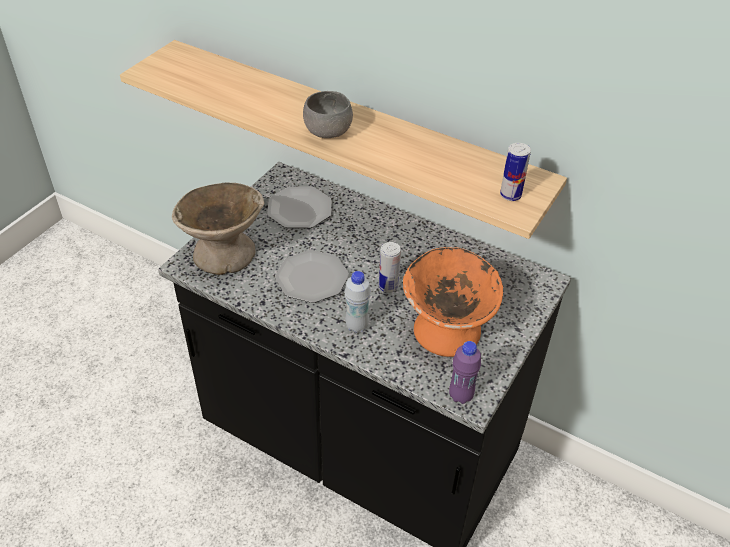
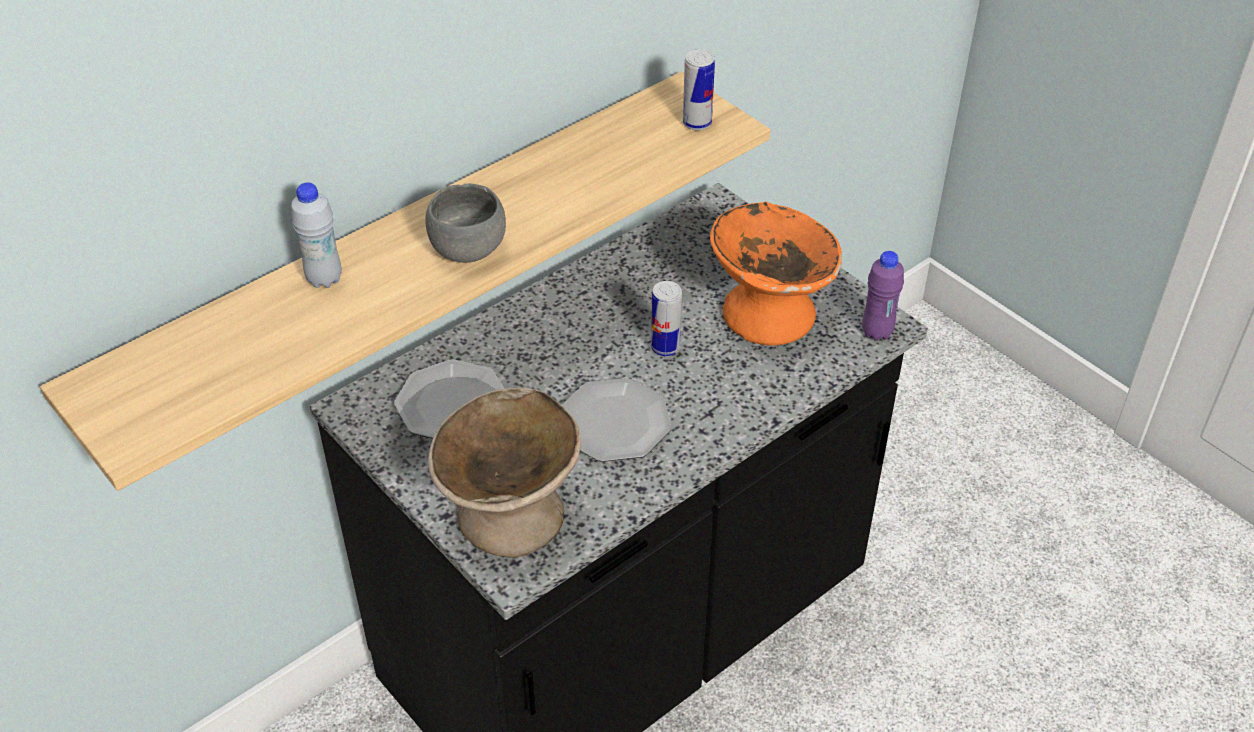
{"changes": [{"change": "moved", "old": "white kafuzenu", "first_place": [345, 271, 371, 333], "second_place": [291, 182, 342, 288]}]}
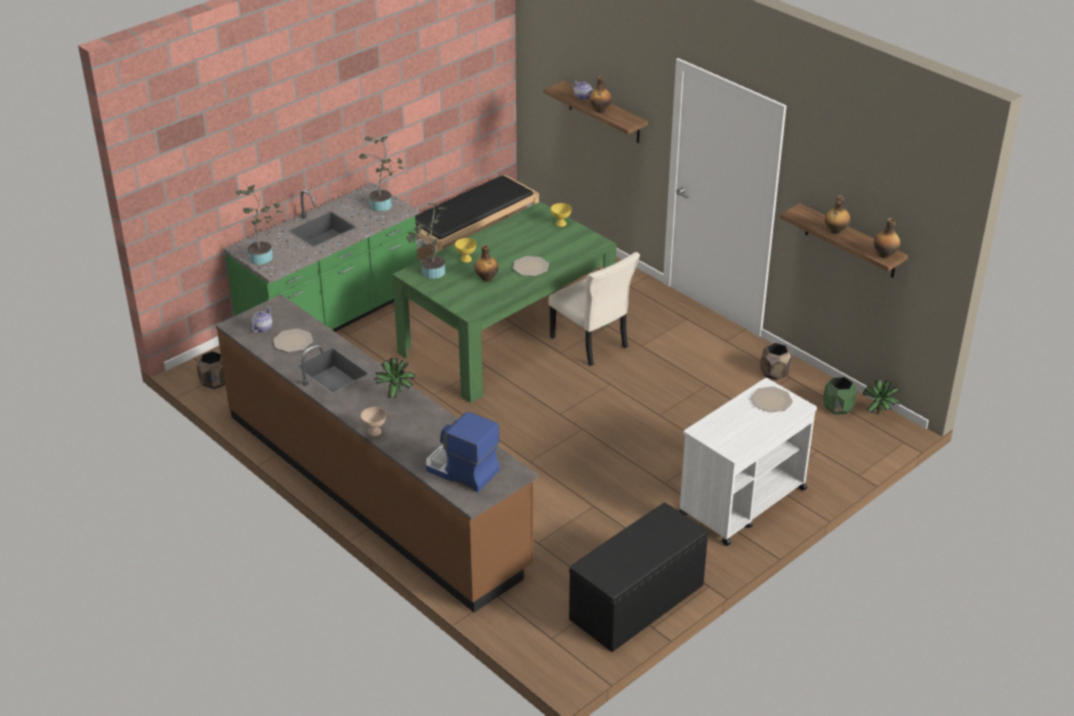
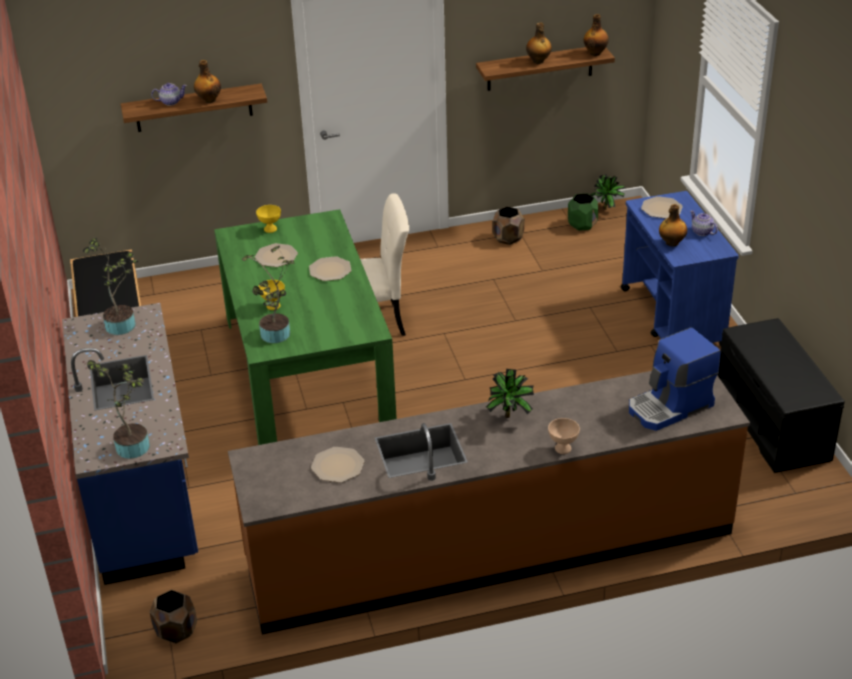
{"changes": [{"change": "recoloured", "old": "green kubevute", "new": "blue kubevute", "first_place": [223, 183, 419, 332], "second_place": [62, 303, 198, 585]}, {"change": "moved", "old": "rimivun", "first_place": [251, 307, 273, 333], "second_place": [690, 210, 718, 236]}, {"change": "moved", "old": "kafuzenu", "first_place": [474, 245, 498, 282], "second_place": [659, 204, 687, 246]}, {"change": "recoloured", "old": "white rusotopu", "new": "blue rusotopu", "first_place": [679, 378, 817, 546], "second_place": [621, 191, 739, 346]}, {"change": "added", "new": "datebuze", "second_place": [255, 243, 298, 267]}]}
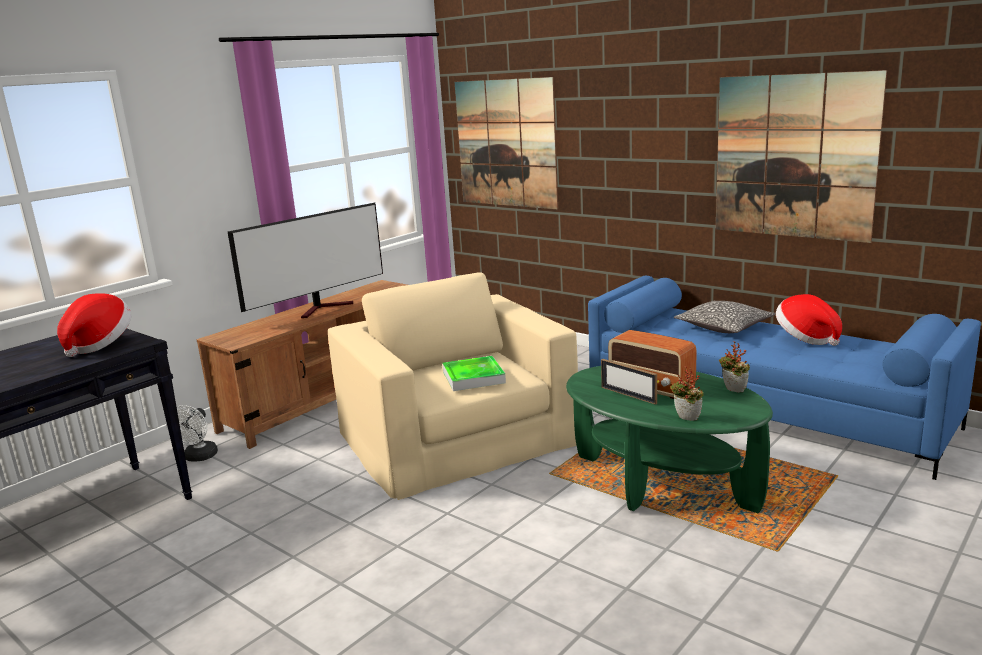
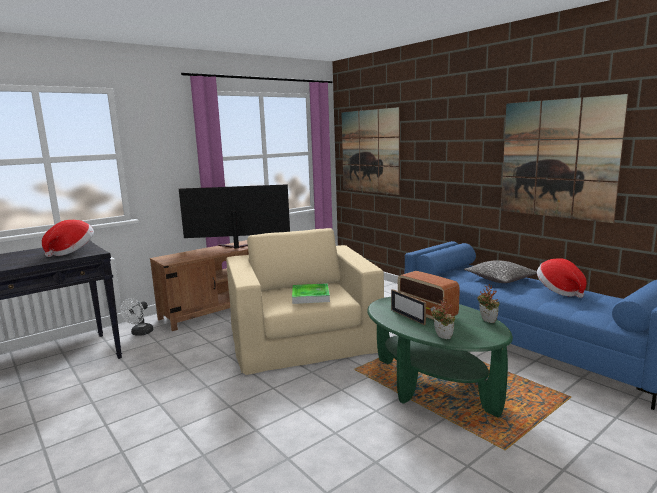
{"changes": [{"change": "turned", "old": "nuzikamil", "first_place": [228, 203, 383, 318], "second_place": [179, 184, 290, 249], "degrees": -150}]}
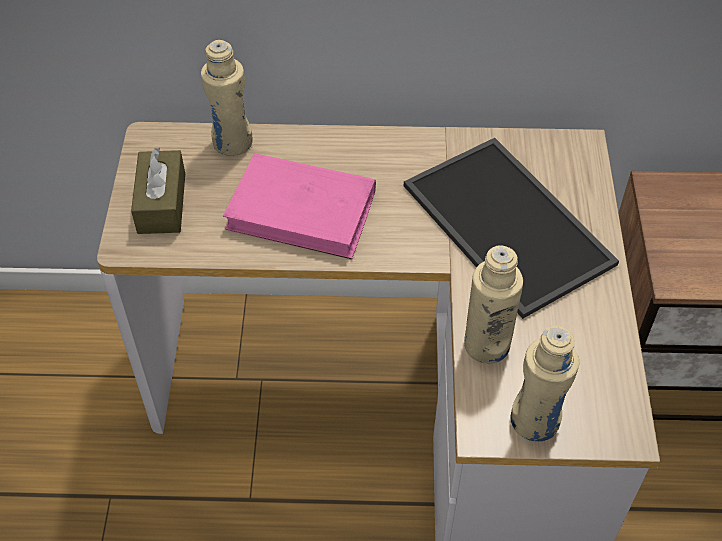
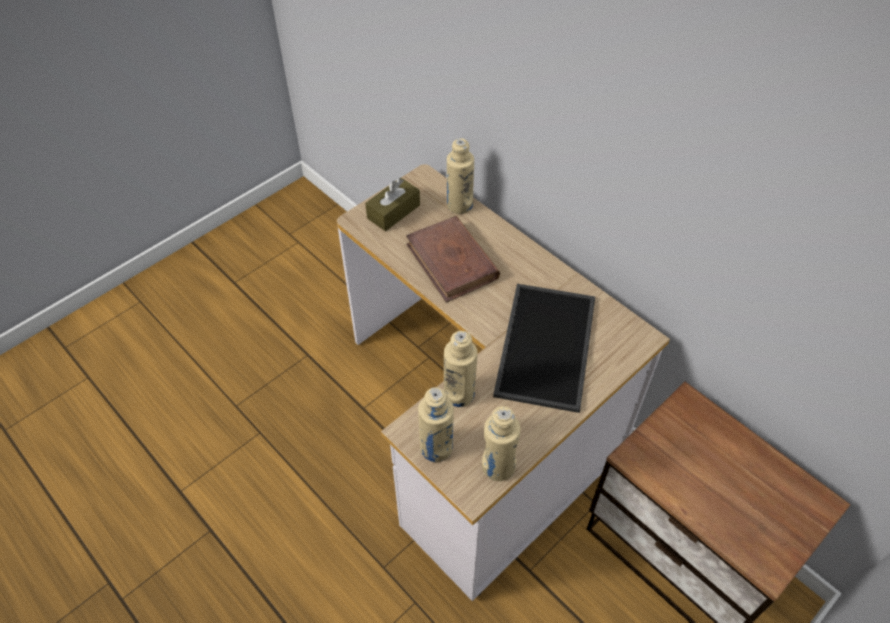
{"changes": [{"change": "recoloured", "old": "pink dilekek", "new": "brown dilekek", "first_place": [223, 153, 376, 259], "second_place": [406, 216, 500, 302]}, {"change": "added", "new": "beige kafuzenu", "second_place": [482, 406, 521, 481]}]}
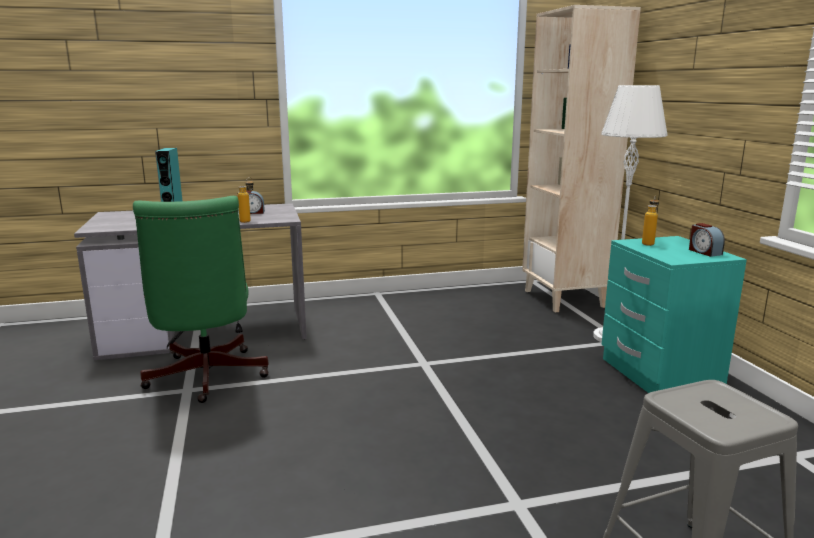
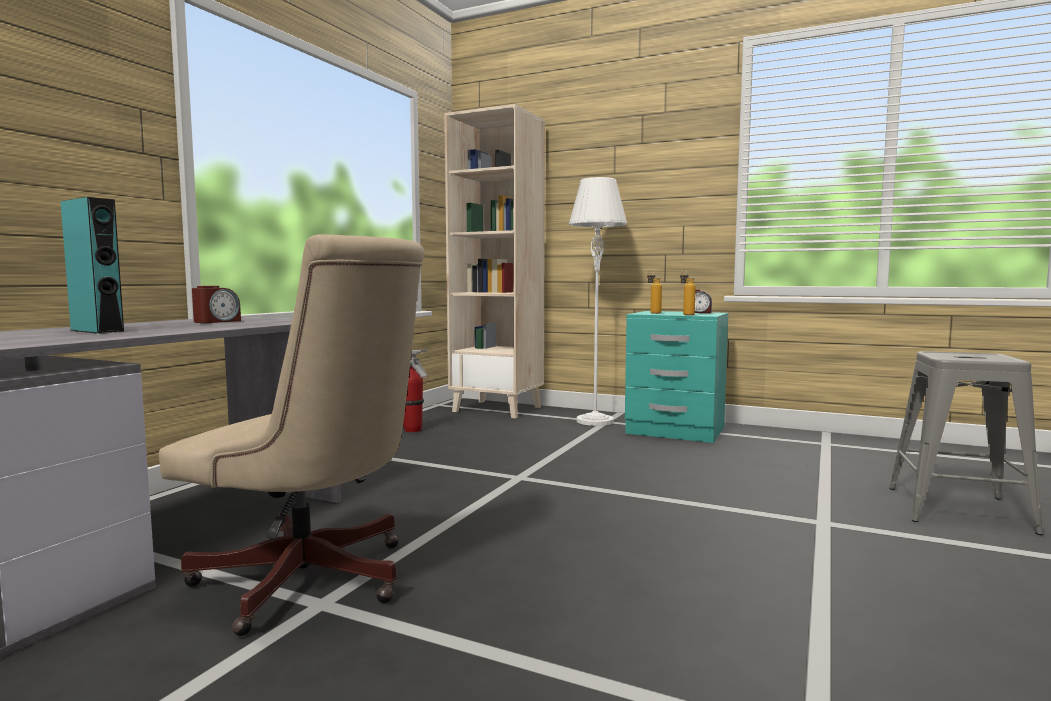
{"changes": [{"change": "recoloured", "old": "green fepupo", "new": "beige fepupo", "first_place": [133, 196, 269, 403], "second_place": [159, 234, 425, 636]}, {"change": "moved", "old": "kafuzenu", "first_place": [238, 177, 254, 223], "second_place": [680, 270, 696, 315]}, {"change": "added", "new": "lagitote", "second_place": [403, 349, 428, 432]}]}
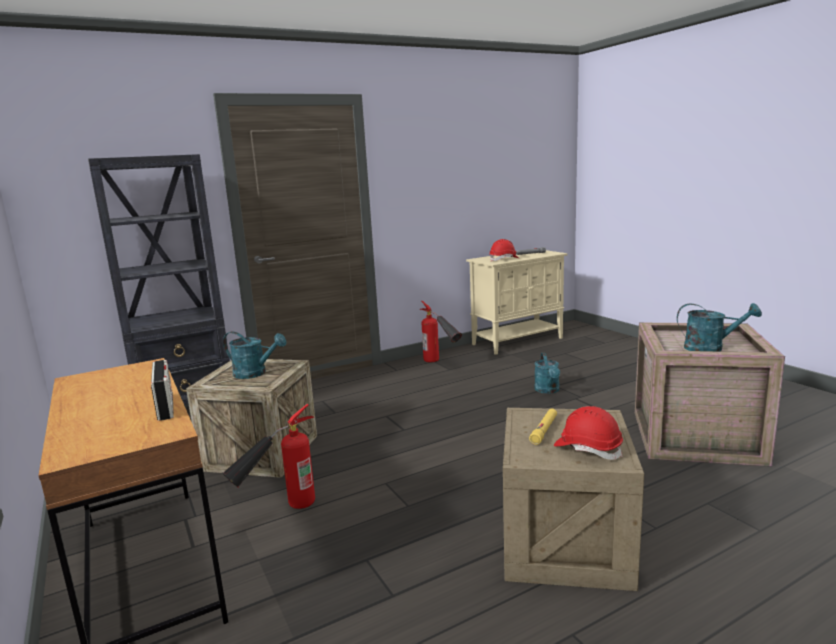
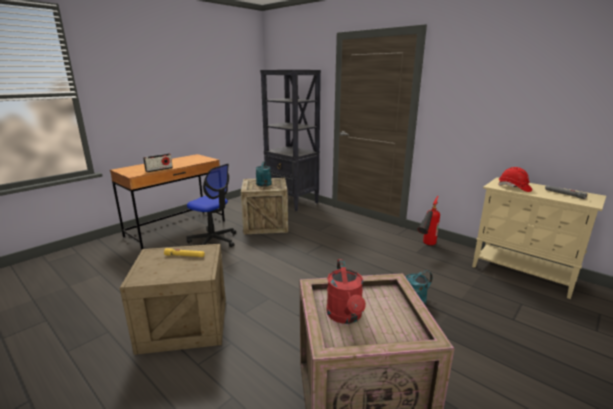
{"changes": [{"change": "replaced", "old": "lagitote", "new": "fepupo", "first_place": [222, 404, 315, 509], "second_place": [187, 164, 236, 247]}, {"change": "removed", "old": "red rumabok", "first_place": [554, 406, 623, 460]}, {"change": "recoloured", "old": "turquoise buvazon", "new": "red buvazon", "first_place": [677, 303, 762, 352], "second_place": [327, 259, 366, 324]}]}
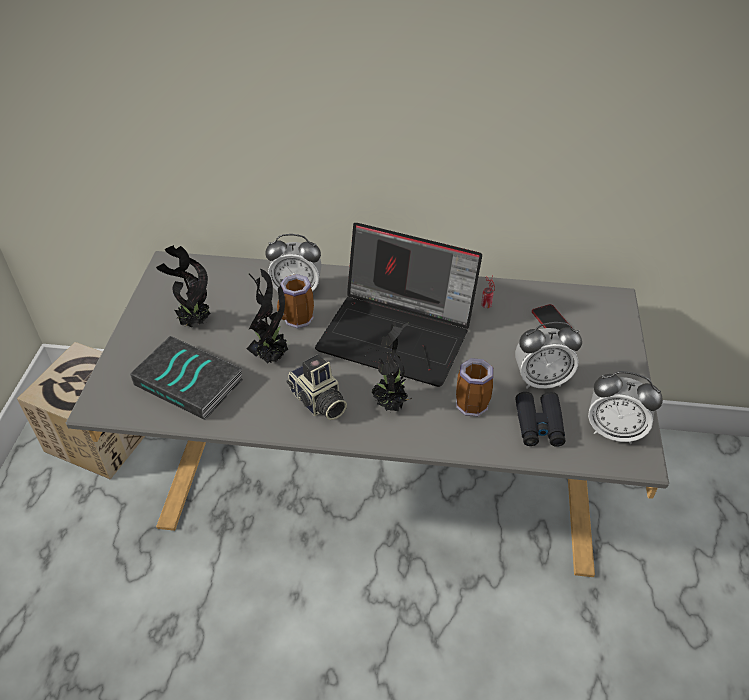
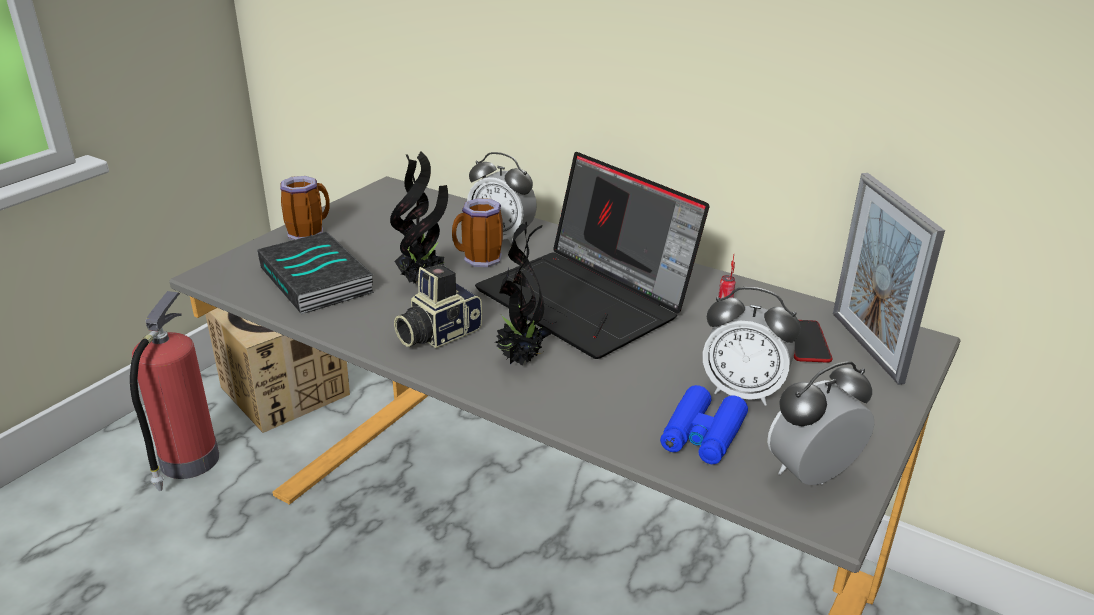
{"changes": [{"change": "removed", "old": "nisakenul", "first_place": [156, 245, 210, 328]}, {"change": "turned", "old": "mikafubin", "first_place": [286, 354, 347, 420], "second_place": [394, 264, 482, 348], "degrees": 60}, {"change": "moved", "old": "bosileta", "first_place": [456, 358, 493, 417], "second_place": [280, 176, 330, 240]}, {"change": "recoloured", "old": "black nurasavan", "new": "blue nurasavan", "first_place": [515, 392, 566, 447], "second_place": [660, 385, 748, 464]}, {"change": "turned", "old": "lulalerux", "first_place": [588, 371, 663, 444], "second_place": [767, 361, 874, 485], "degrees": 105}, {"change": "added", "new": "lagitote", "second_place": [130, 291, 219, 491]}, {"change": "added", "new": "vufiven", "second_place": [833, 173, 945, 385]}]}
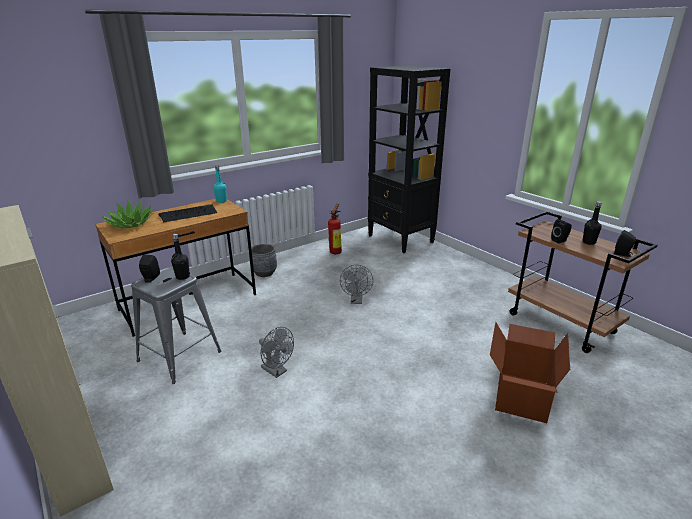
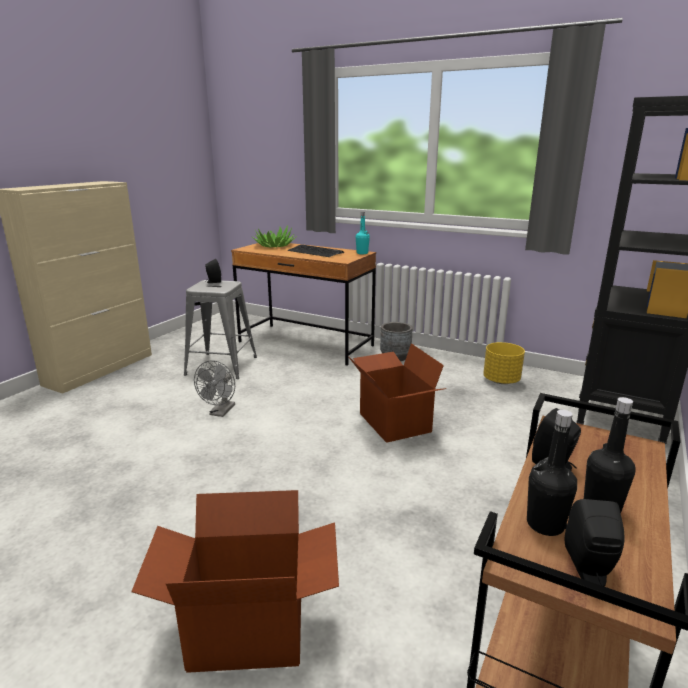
{"changes": [{"change": "moved", "old": "black kafuzenu", "first_place": [171, 234, 190, 280], "second_place": [527, 410, 577, 536]}, {"change": "replaced", "old": "lagitote", "new": "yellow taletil", "first_place": [328, 204, 342, 254], "second_place": [483, 342, 525, 384]}, {"change": "replaced", "old": "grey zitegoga", "new": "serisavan", "first_place": [340, 265, 373, 304], "second_place": [348, 343, 447, 443]}]}
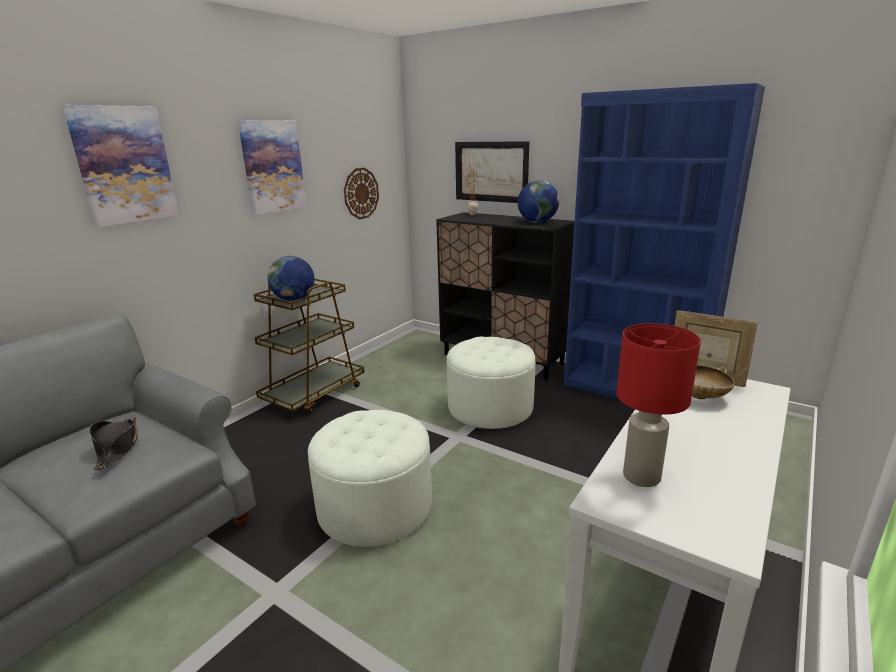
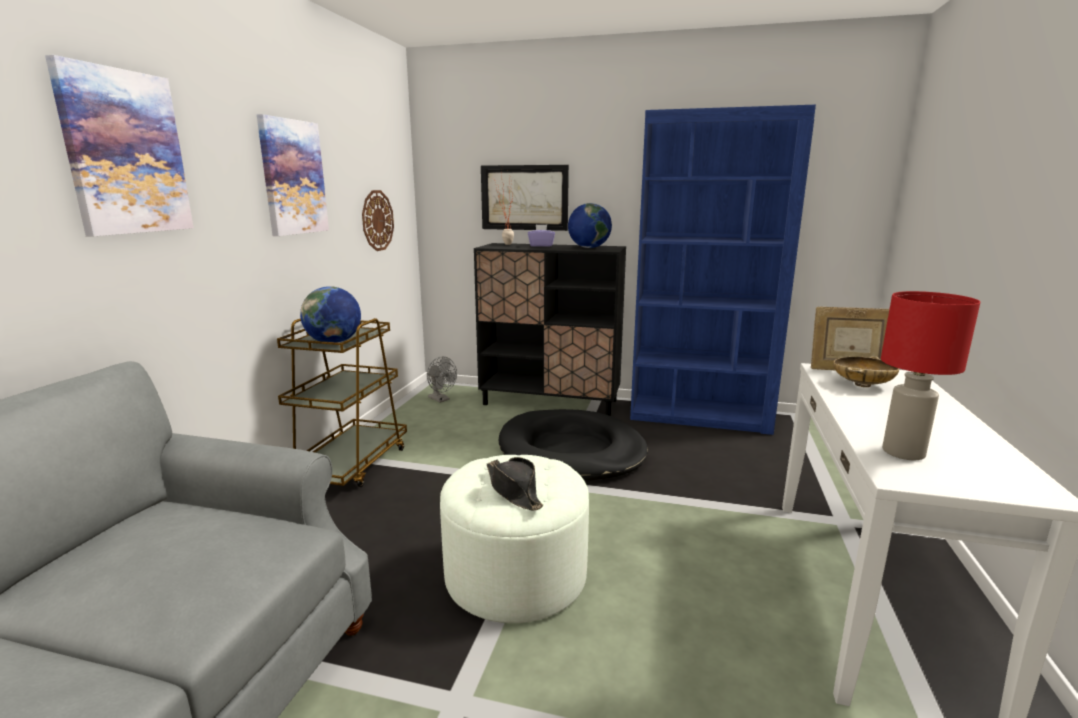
{"changes": [{"change": "moved", "old": "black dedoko", "first_place": [89, 417, 138, 470], "second_place": [487, 457, 543, 511]}, {"change": "replaced", "old": "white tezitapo", "new": "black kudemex", "first_place": [447, 337, 536, 429], "second_place": [499, 409, 648, 481]}, {"change": "added", "new": "grey zitegoga", "second_place": [427, 356, 457, 403]}, {"change": "added", "new": "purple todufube", "second_place": [528, 224, 555, 247]}]}
